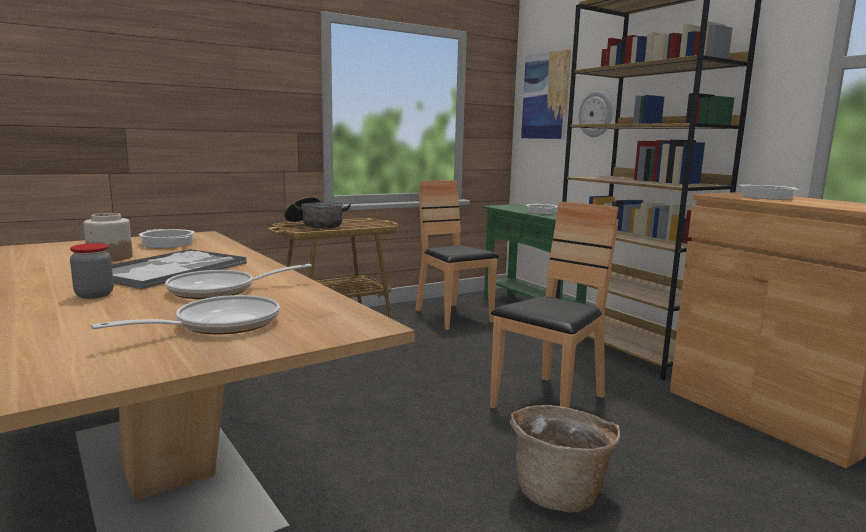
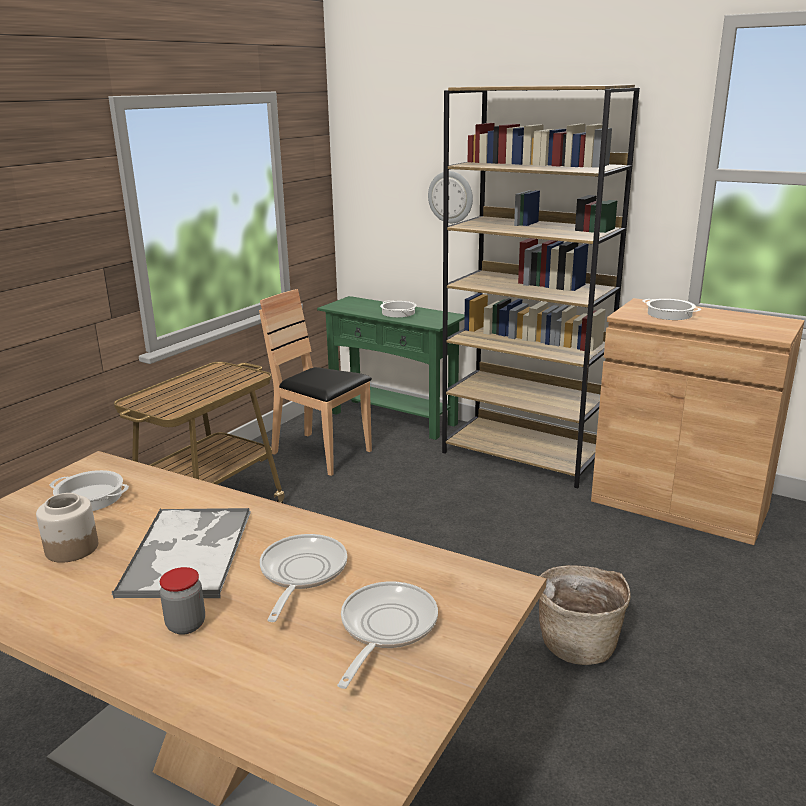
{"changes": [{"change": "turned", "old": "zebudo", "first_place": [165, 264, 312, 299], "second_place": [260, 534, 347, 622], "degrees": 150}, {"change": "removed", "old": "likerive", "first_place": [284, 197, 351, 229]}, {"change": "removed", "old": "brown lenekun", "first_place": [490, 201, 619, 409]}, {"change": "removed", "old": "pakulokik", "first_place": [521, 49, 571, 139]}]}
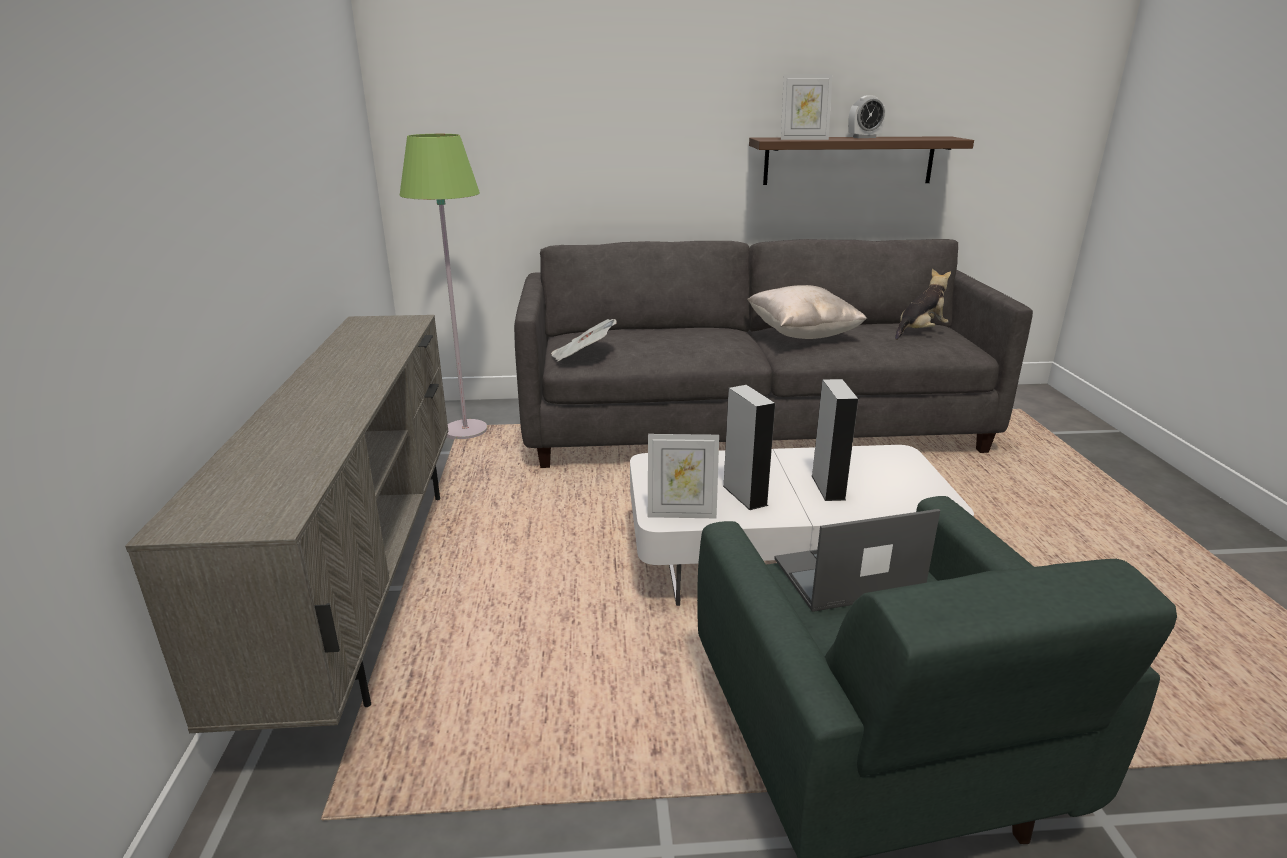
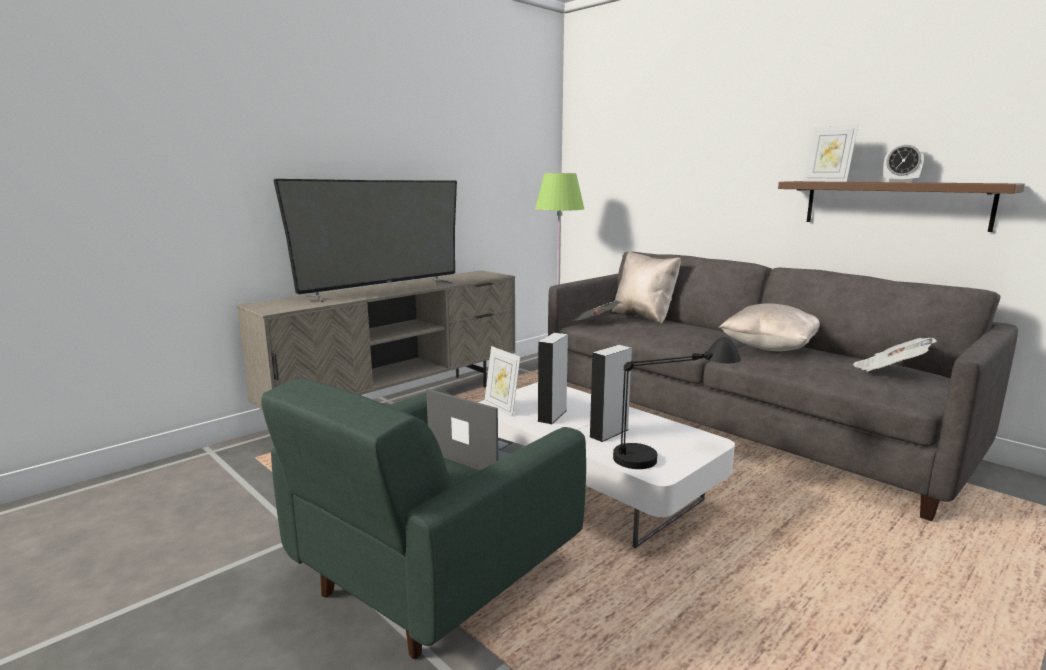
{"changes": [{"change": "replaced", "old": "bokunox", "new": "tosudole", "first_place": [895, 269, 951, 340], "second_place": [853, 338, 937, 371]}, {"change": "added", "new": "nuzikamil", "second_place": [273, 179, 457, 302]}, {"change": "added", "new": "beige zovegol", "second_place": [612, 251, 681, 324]}, {"change": "added", "new": "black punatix", "second_place": [613, 337, 741, 469]}]}
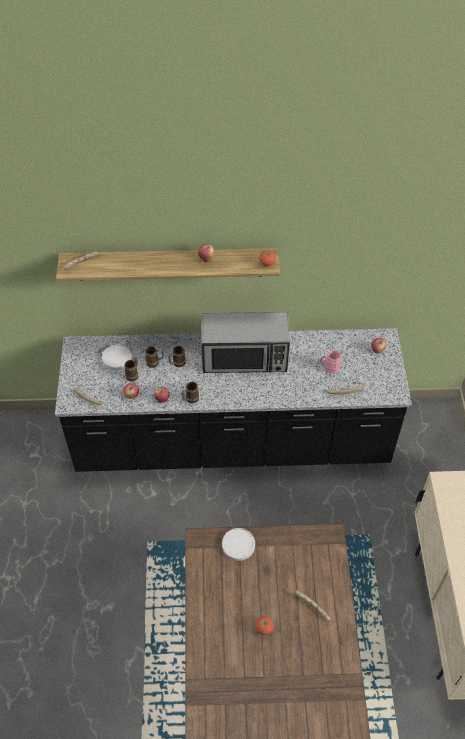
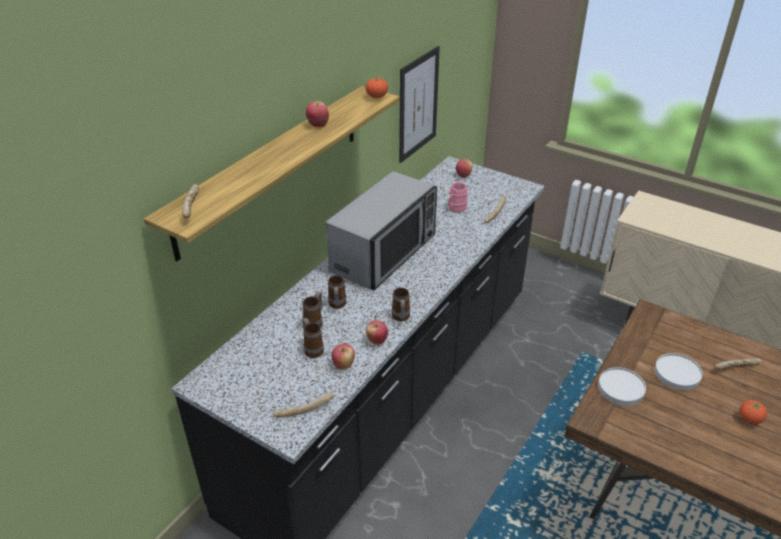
{"changes": [{"change": "moved", "old": "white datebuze", "first_place": [102, 344, 132, 370], "second_place": [655, 353, 703, 390]}, {"change": "added", "new": "pakulokik", "second_place": [399, 46, 440, 163]}]}
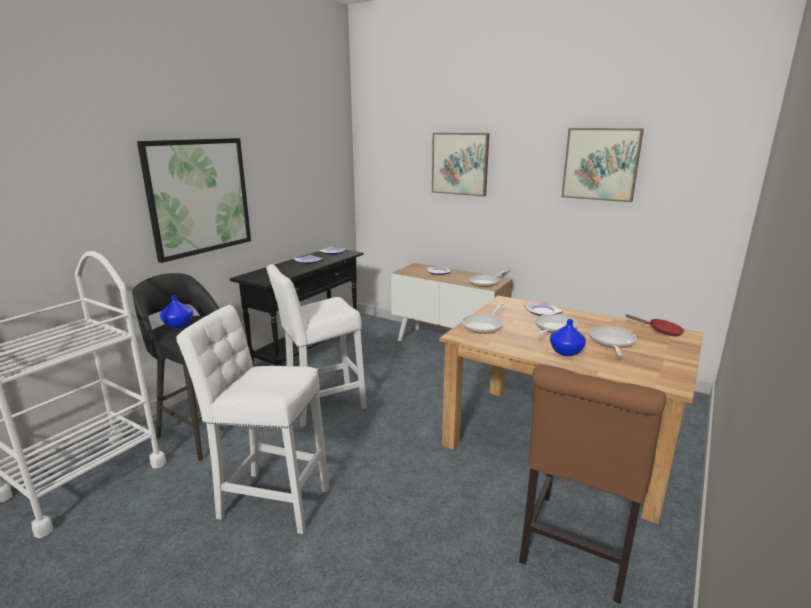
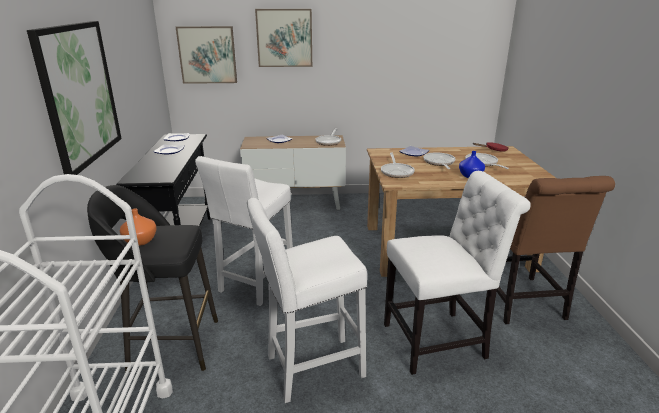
{"changes": [{"change": "recoloured", "old": "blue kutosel", "new": "orange kutosel", "first_place": [160, 295, 193, 328], "second_place": [120, 208, 157, 246]}, {"change": "moved", "old": "pakulokik", "first_place": [561, 128, 644, 202], "second_place": [176, 26, 237, 84]}, {"change": "added", "new": "white lenekun", "second_place": [384, 171, 531, 375]}]}
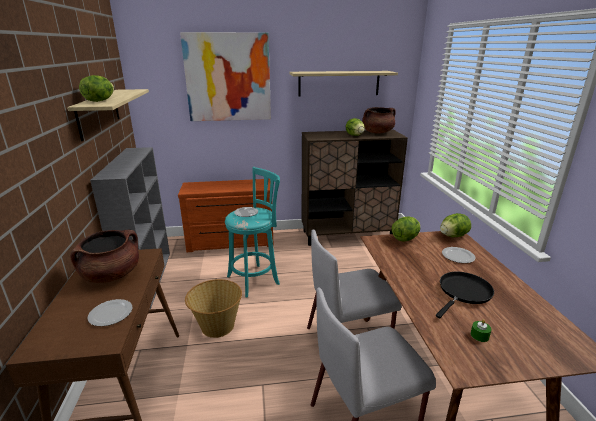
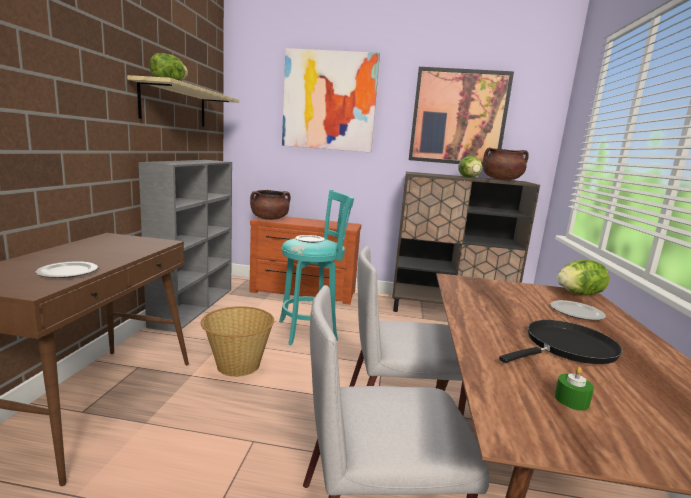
{"changes": [{"change": "moved", "old": "brown likerive", "first_place": [70, 230, 139, 283], "second_place": [250, 190, 291, 220]}, {"change": "replaced", "old": "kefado", "new": "pakulokik", "first_place": [290, 71, 398, 96], "second_place": [409, 67, 514, 165]}, {"change": "removed", "old": "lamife", "first_place": [392, 216, 420, 241]}]}
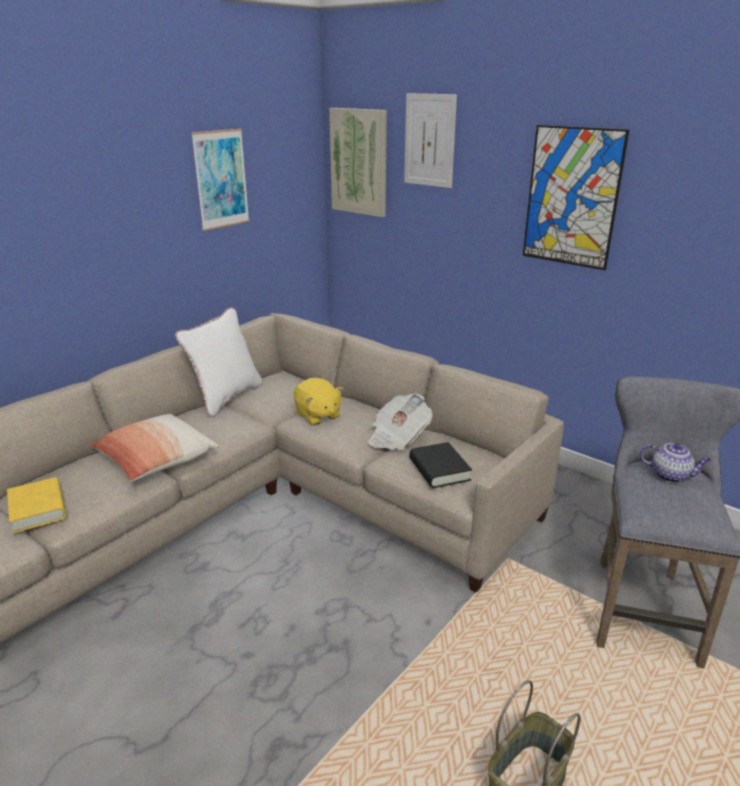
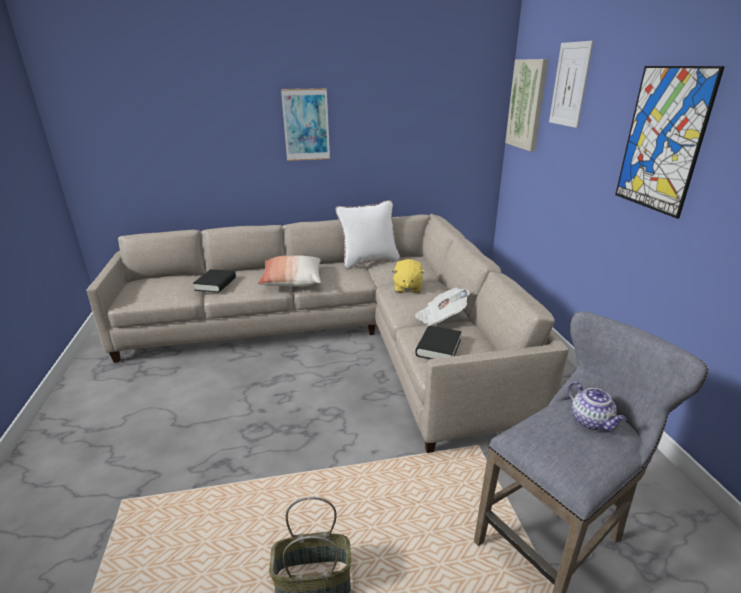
{"changes": [{"change": "recoloured", "old": "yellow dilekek", "new": "black dilekek", "first_place": [7, 477, 66, 533], "second_place": [193, 269, 236, 293]}, {"change": "moved", "old": "pakulokik", "first_place": [191, 129, 250, 231], "second_place": [281, 88, 330, 161]}]}
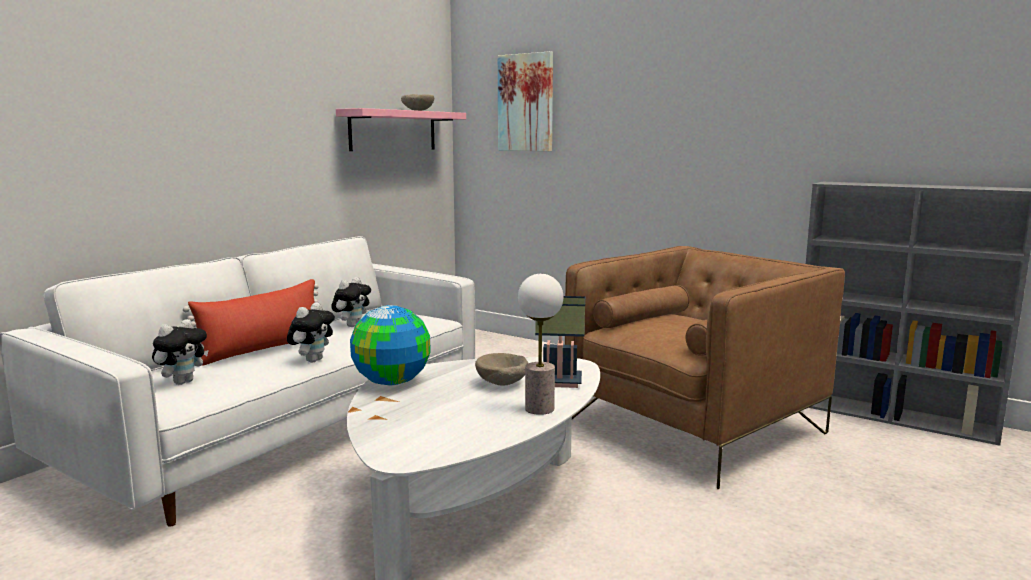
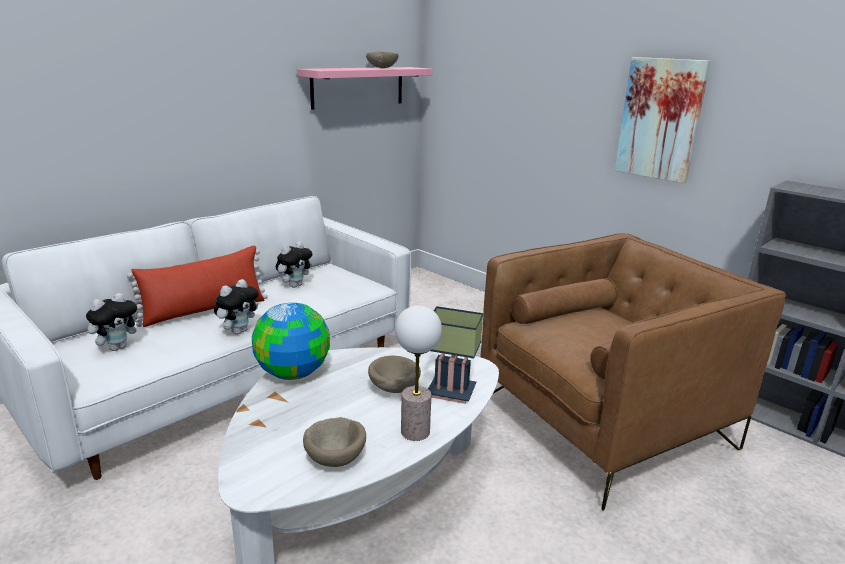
{"changes": [{"change": "moved", "old": "pakulokik", "first_place": [498, 51, 553, 151], "second_place": [615, 57, 711, 183]}, {"change": "added", "new": "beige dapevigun", "second_place": [303, 417, 366, 467]}]}
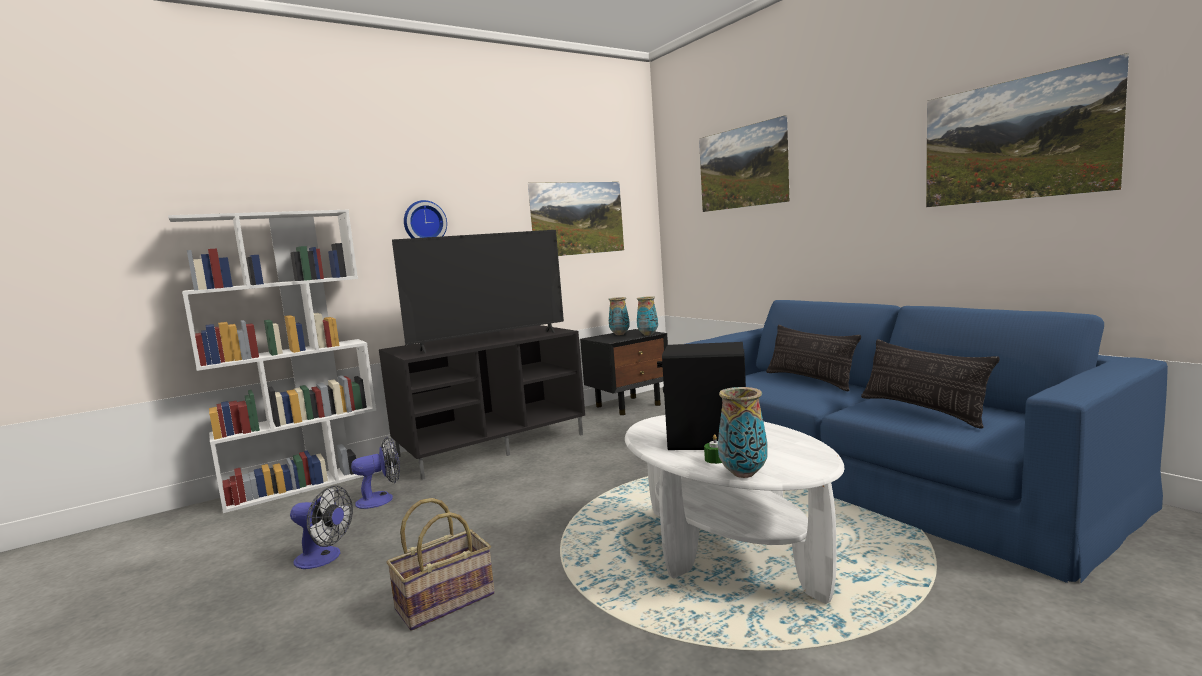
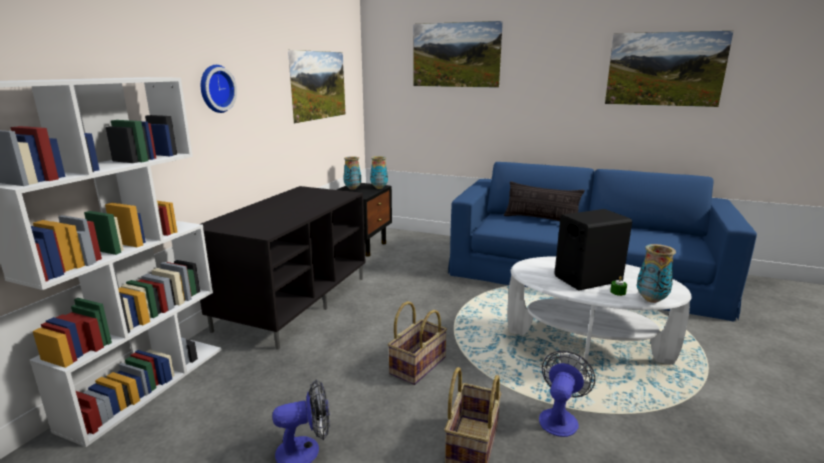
{"changes": [{"change": "moved", "old": "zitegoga", "first_place": [351, 437, 400, 509], "second_place": [539, 350, 595, 437]}, {"change": "removed", "old": "nuzikamil", "first_place": [392, 230, 564, 353]}, {"change": "removed", "old": "zovegol", "first_place": [861, 339, 1000, 429]}, {"change": "added", "new": "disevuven", "second_place": [388, 301, 447, 385]}]}
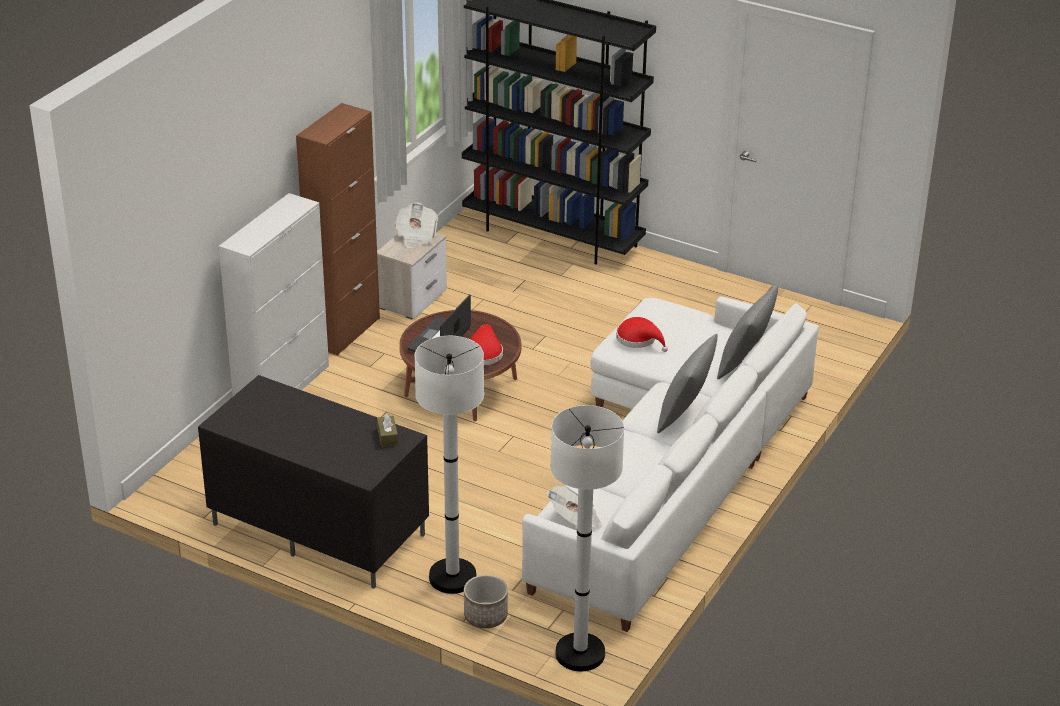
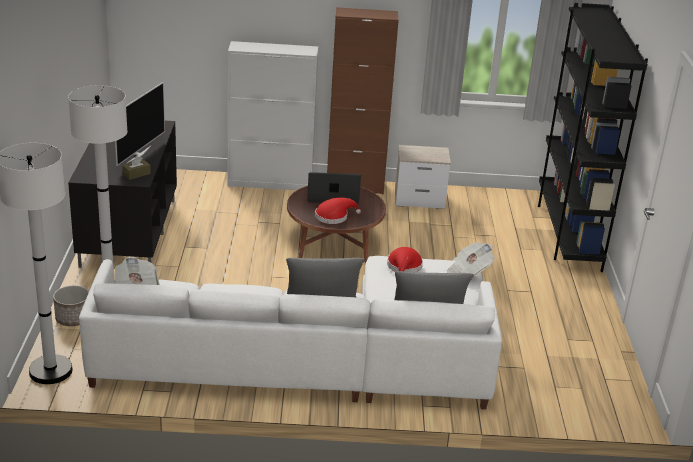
{"changes": [{"change": "moved", "old": "tosudole", "first_place": [395, 202, 438, 248], "second_place": [447, 242, 494, 277]}, {"change": "added", "new": "nuzikamil", "second_place": [115, 82, 165, 166]}]}
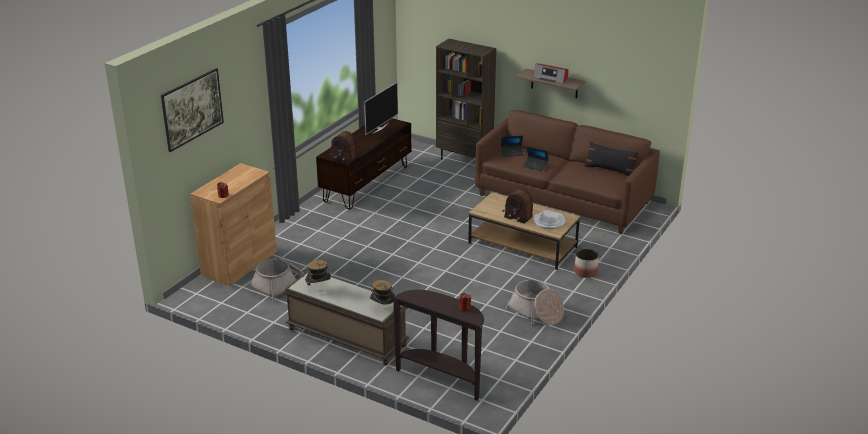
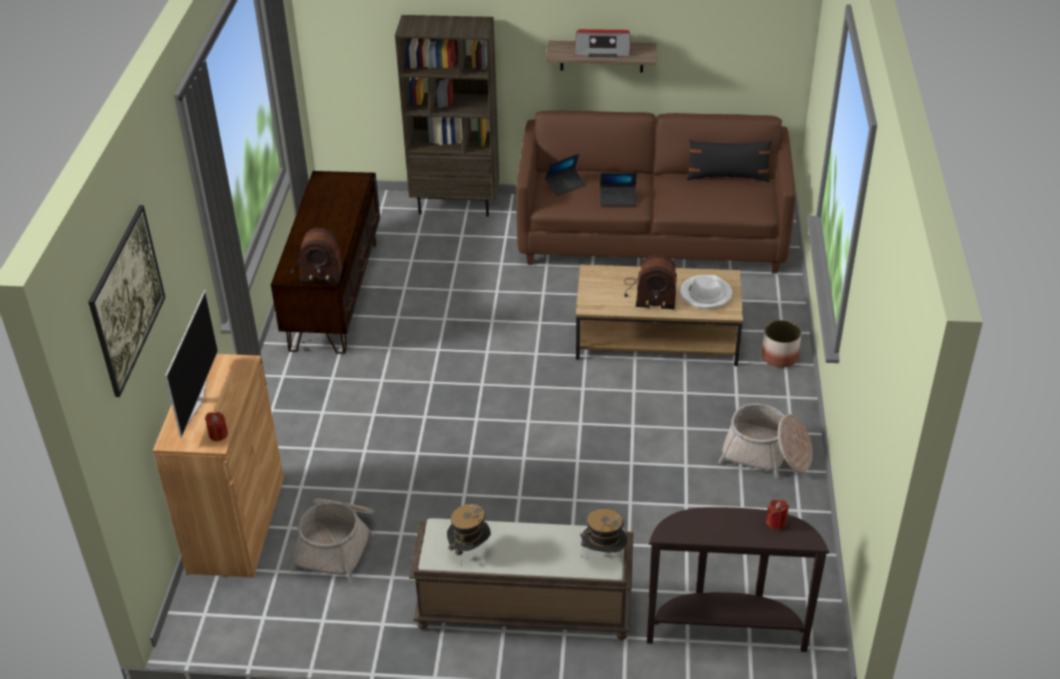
{"changes": [{"change": "moved", "old": "nuzikamil", "first_place": [364, 82, 398, 135], "second_place": [165, 290, 218, 438]}]}
